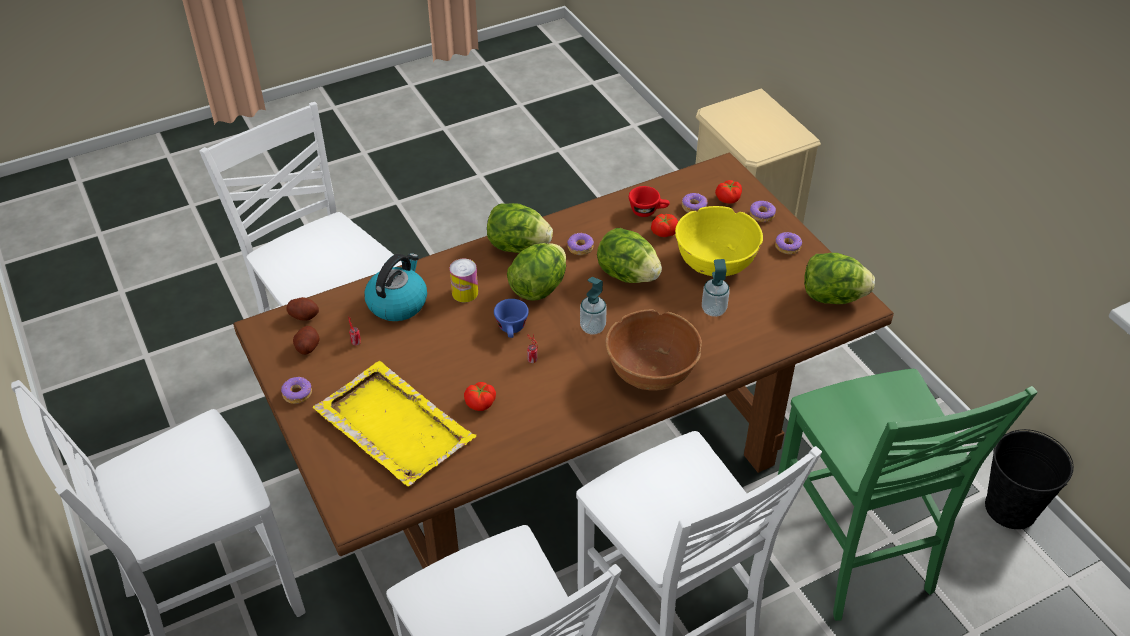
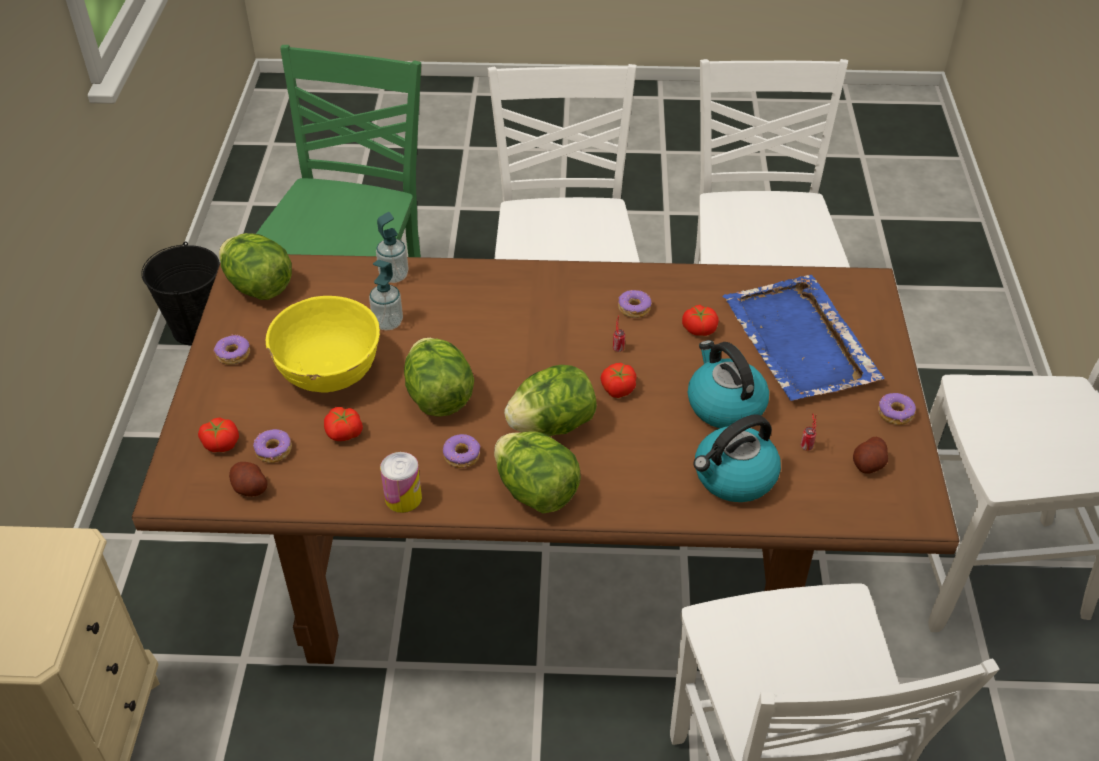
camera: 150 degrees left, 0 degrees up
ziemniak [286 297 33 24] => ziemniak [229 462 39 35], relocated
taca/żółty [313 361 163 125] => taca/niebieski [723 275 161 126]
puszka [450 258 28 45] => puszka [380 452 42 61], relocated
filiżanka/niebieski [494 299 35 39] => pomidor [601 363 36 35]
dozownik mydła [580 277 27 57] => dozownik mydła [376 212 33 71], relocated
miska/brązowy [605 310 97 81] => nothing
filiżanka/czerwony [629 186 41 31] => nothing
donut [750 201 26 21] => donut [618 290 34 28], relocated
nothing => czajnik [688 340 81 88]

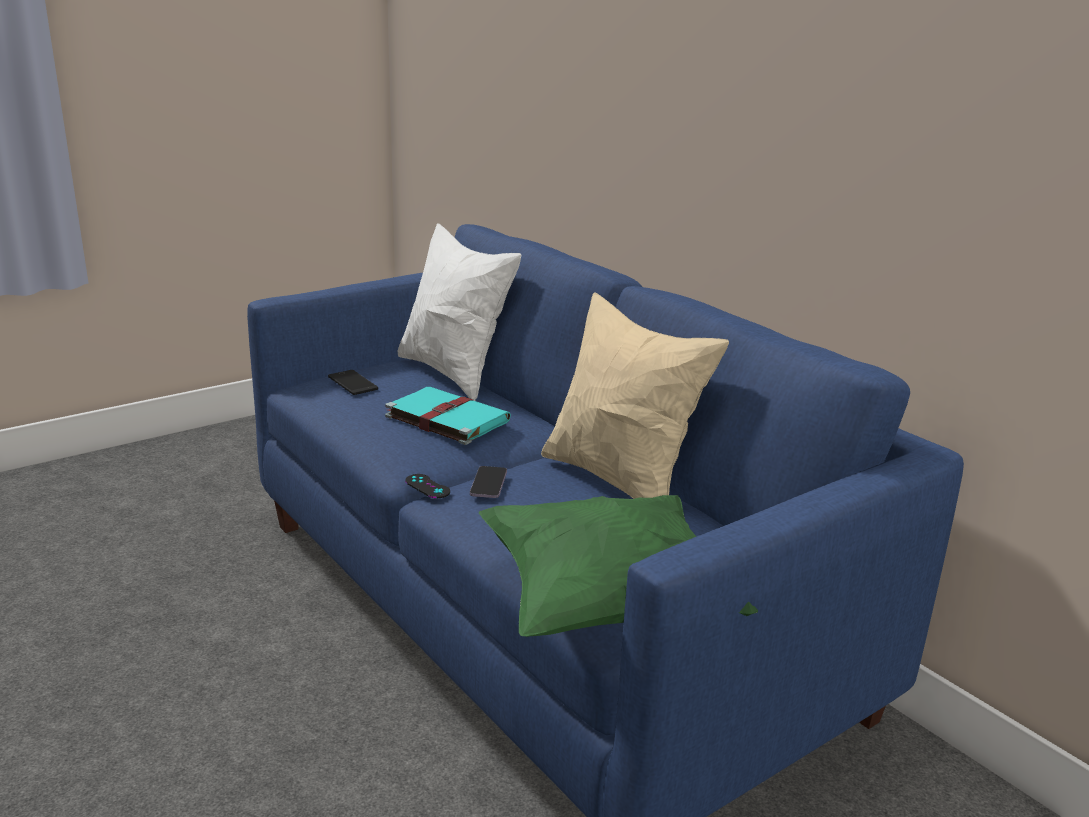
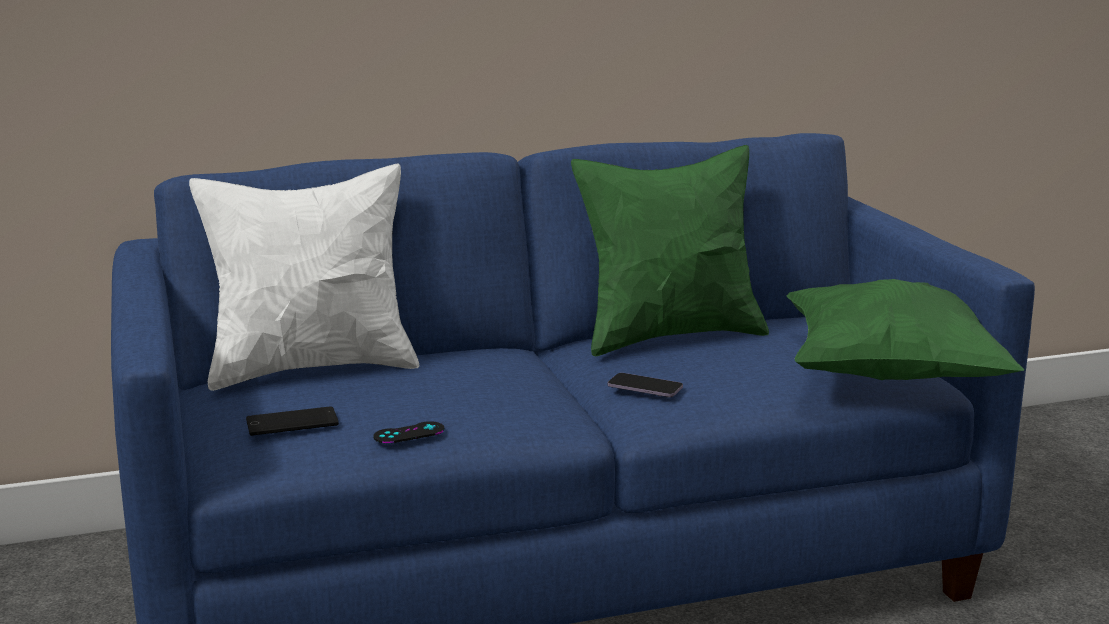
camera: 70 degrees left, 5 degrees down
książka/turkusowy [385 387 126 58] => nothing
pad do gier/czarny [405 474 45 24] => pad do gier/czarny [373 421 71 22], relocated
poduszka/beżowy [541 292 188 207] => poduszka/zielony [571 145 198 211]

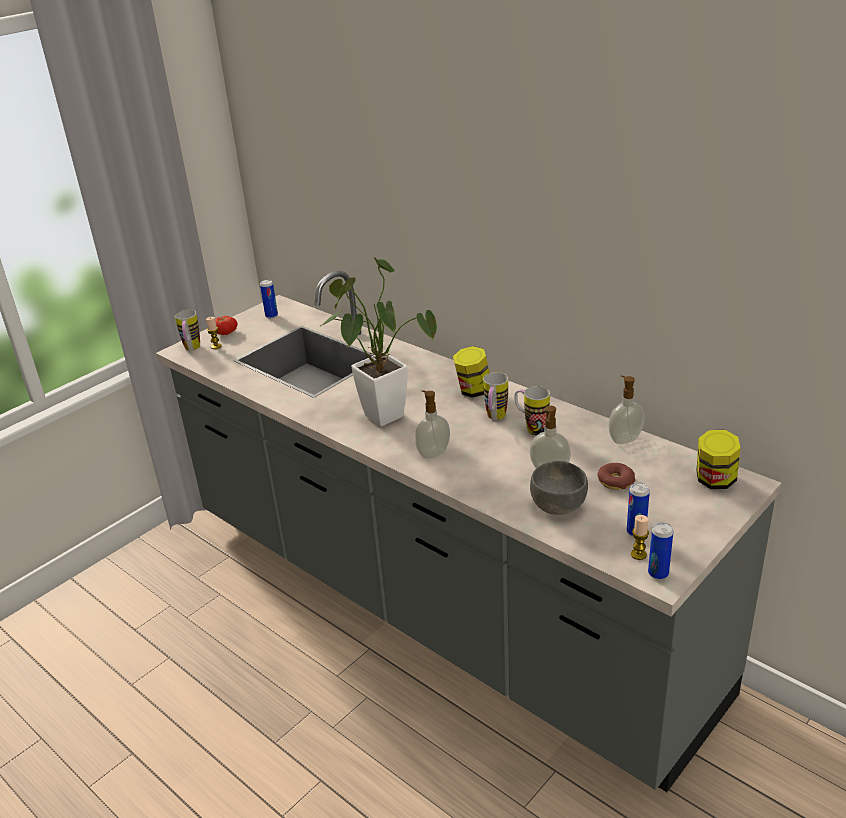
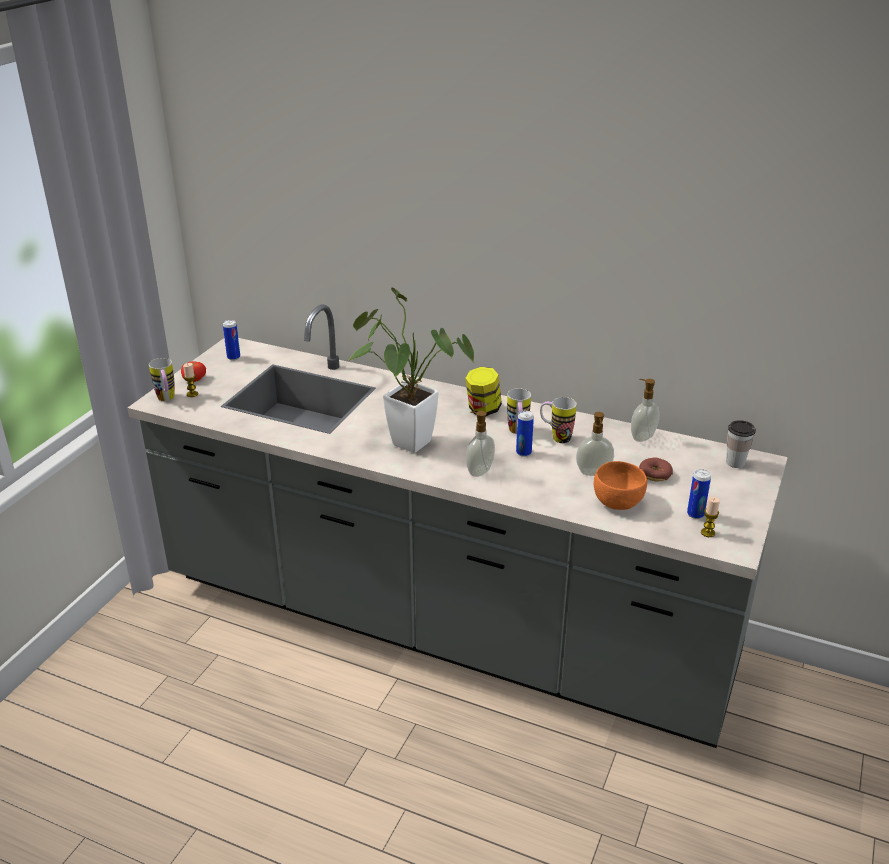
camera: 20 degrees left, 0 degrees up
miska/szary [530 461 58 54] => miska/pomarańczowy [594 461 53 49]
puszka [648 522 25 58] => puszka [516 410 18 47], relocated
słoik [697 430 43 59] => filiżanka [726 420 30 48]

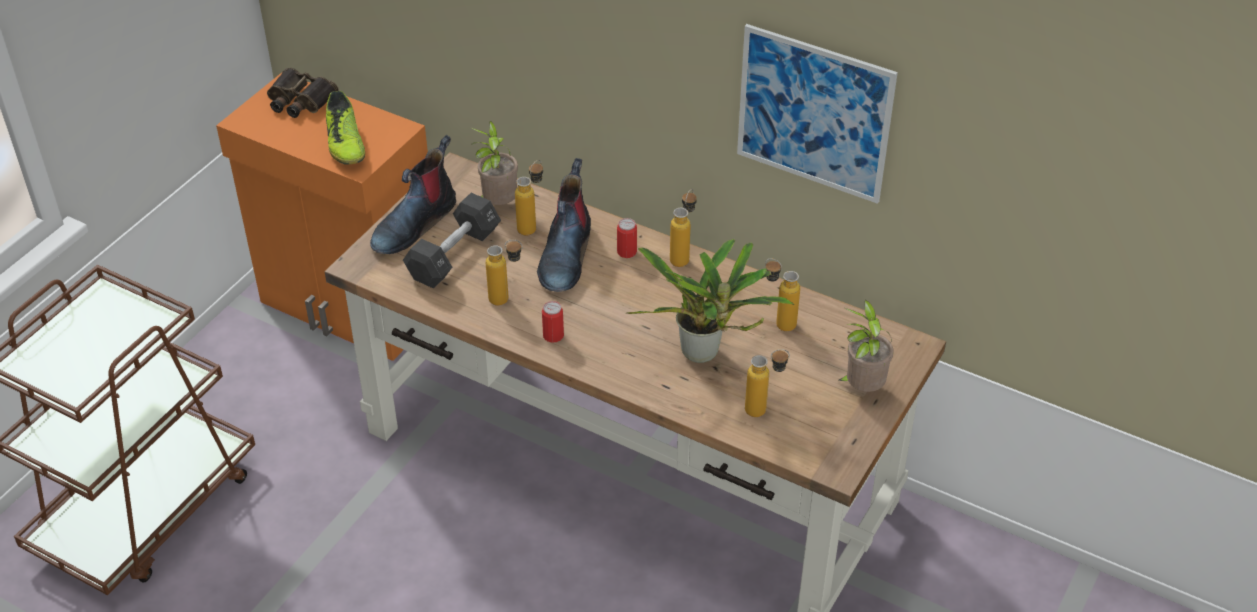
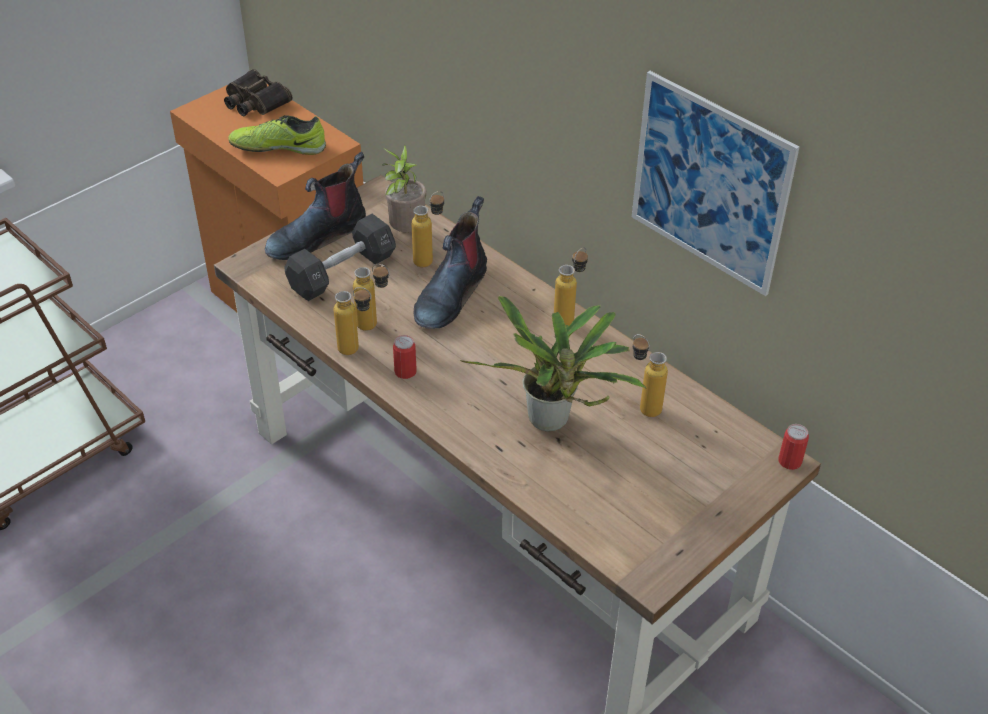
camera: 15 degrees right, 0 degrees up
but [326 91 39 74] => but [228 115 98 40], 90 degrees clockwise
puszka [617 218 20 40] => puszka [779 424 30 46], relocated
butelka [745 349 45 68] => butelka [334 287 37 68], relocated
roślina doniczkowa [839 300 54 92] => nothing

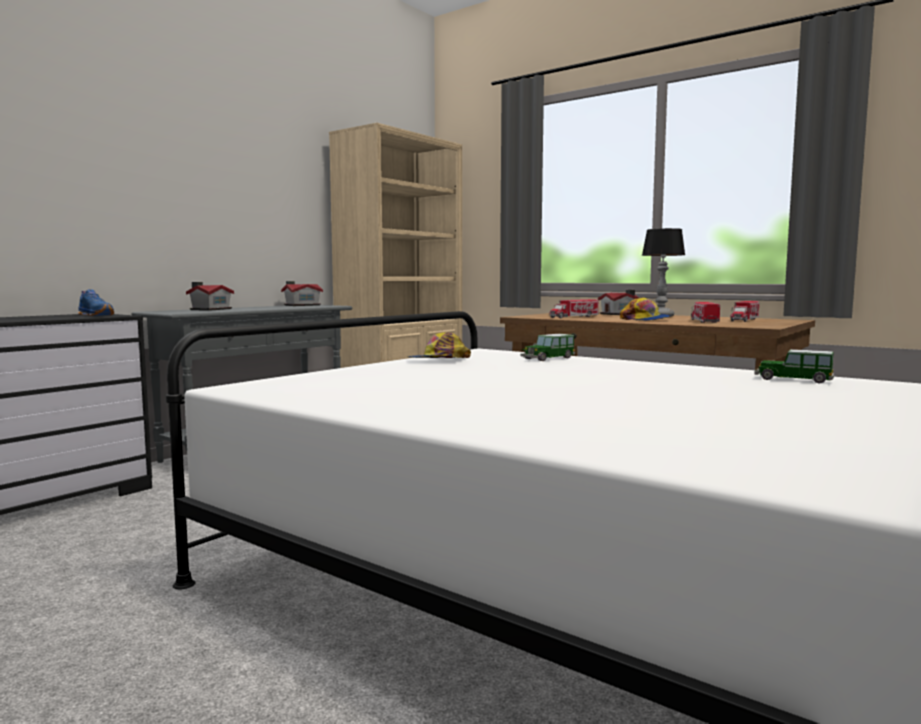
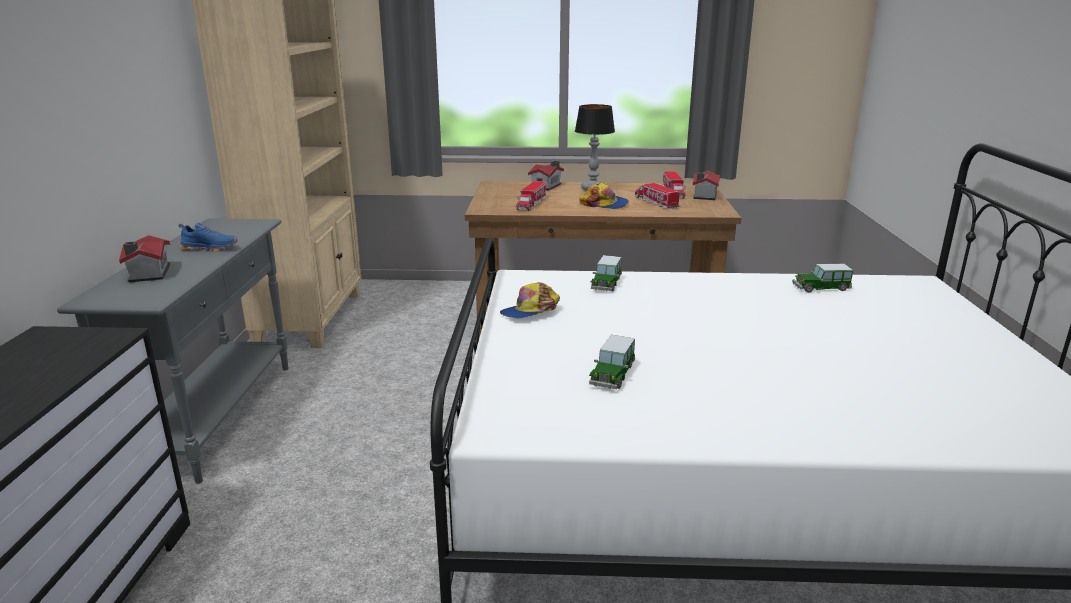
camera: 35 degrees left, 15 degrees up
but/niebieski [78 289 36 27] => but/niebieski [178 223 60 28], relocated
domek [281 281 42 25] => domek [693 171 27 29], relocated
nothing => samochodzik [589 335 46 54]

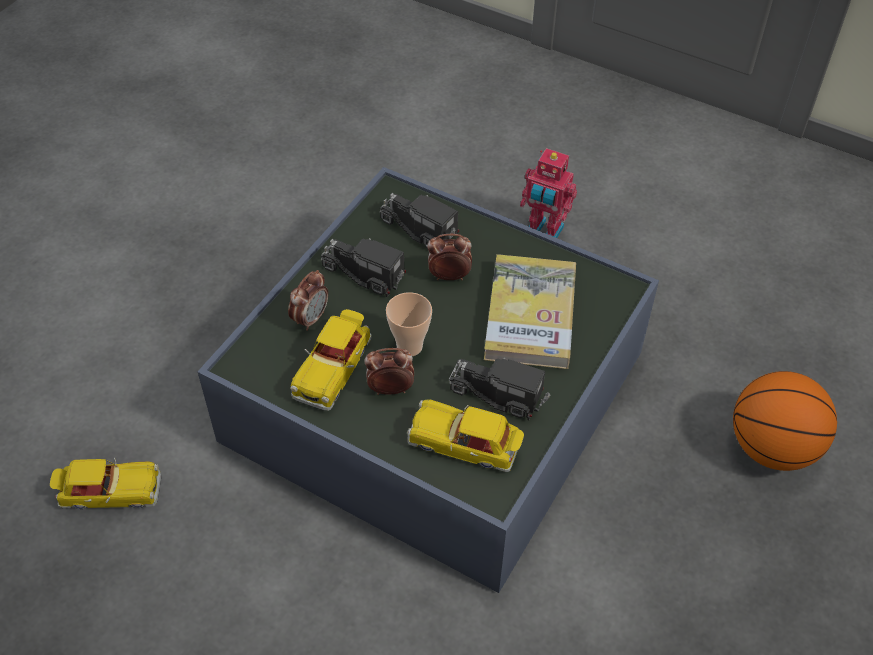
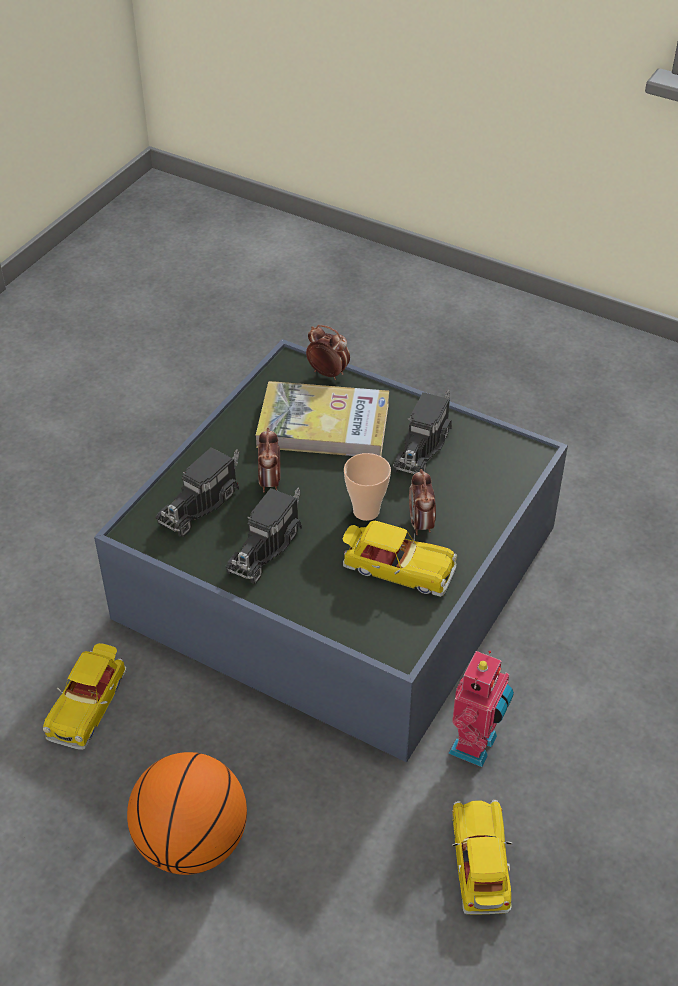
camera: 90 degrees left, 5 degrees down
budzik [288 270 40 61] => budzik [306 325 44 55], relocated
samochodzik [407 399 117 73] => samochodzik [43 643 84 107], relocated
robot zabawkowy [520 148 57 90] => robot zabawkowy [448 651 66 116], relocated
piłka do koszykówki [733 371 104 100] => piłka do koszykówki [127 752 120 123], relocated

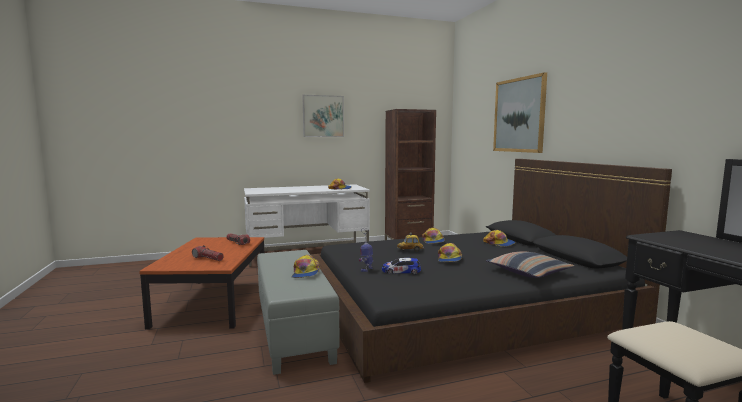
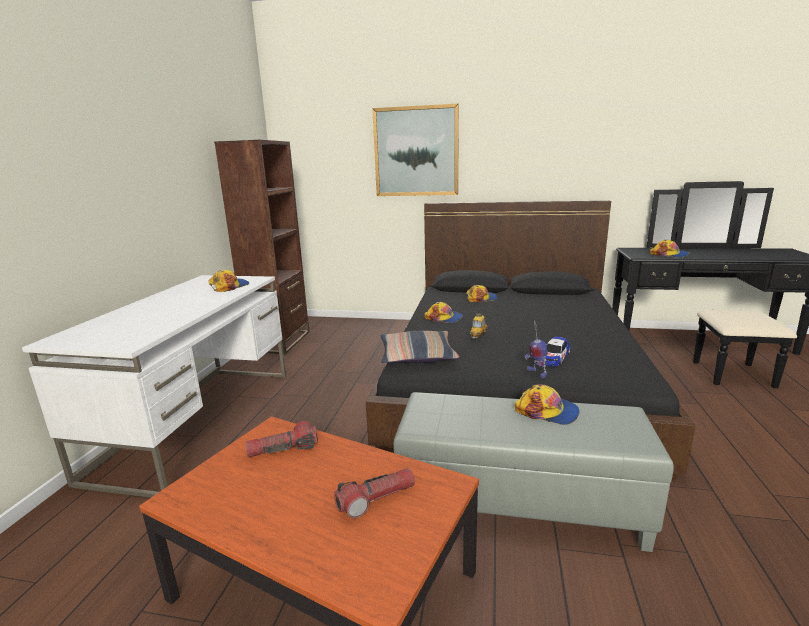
camera: 60 degrees left, 10 degrees up
obraz [302 95 42 42] => nothing
czapka z daszkiem [438 243 24 19] => czapka z daszkiem [650 240 40 18], relocated
poduszka [486 251 89 27] => poduszka [380 331 80 32], relocated

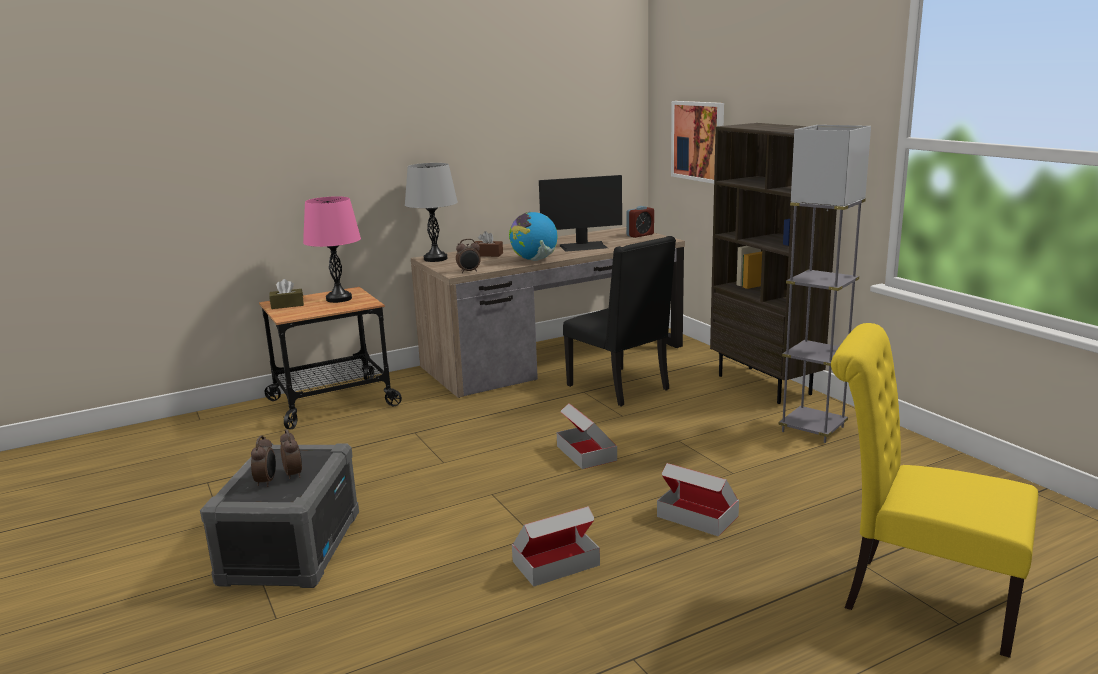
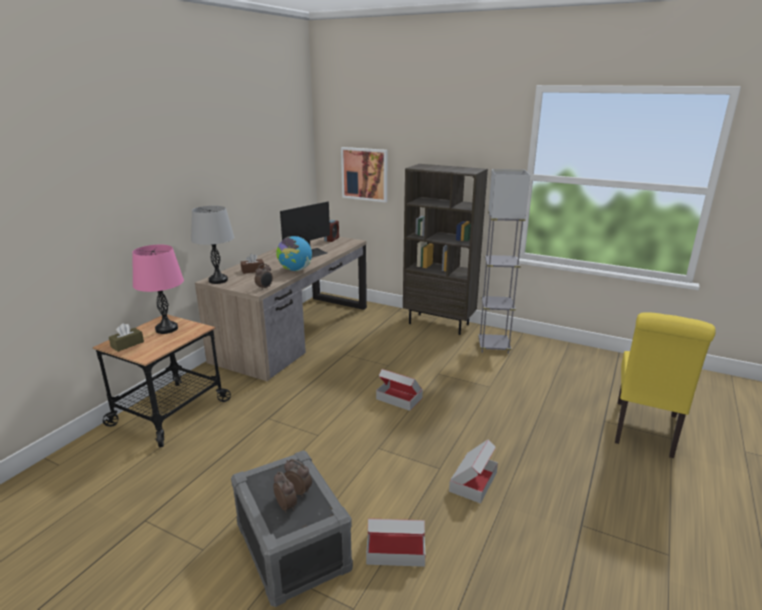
camera: 35 degrees left, 5 degrees up
krzesło/czarny [563 236 113 170] => nothing
karton [657 463 82 73] => karton [366 518 60 49], relocated
krzesło/żółty [831 323 207 335] => krzesło/żółty [615 312 101 146], 60 degrees counterclockwise

